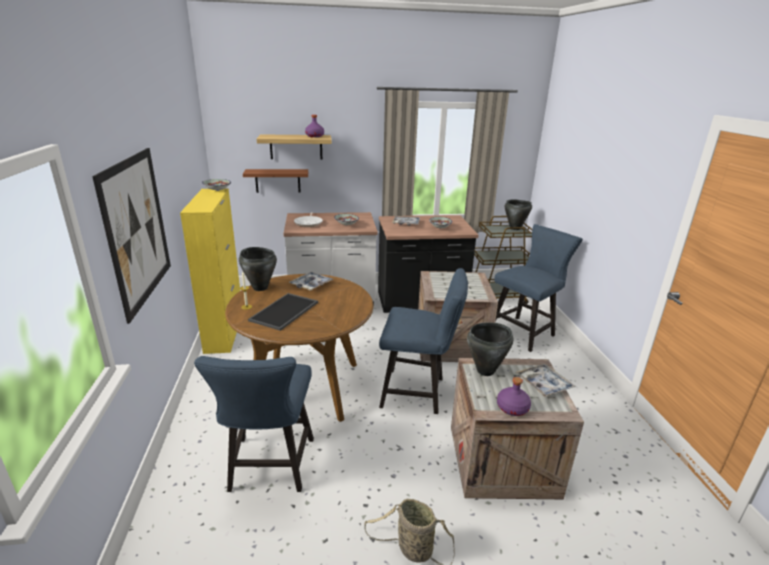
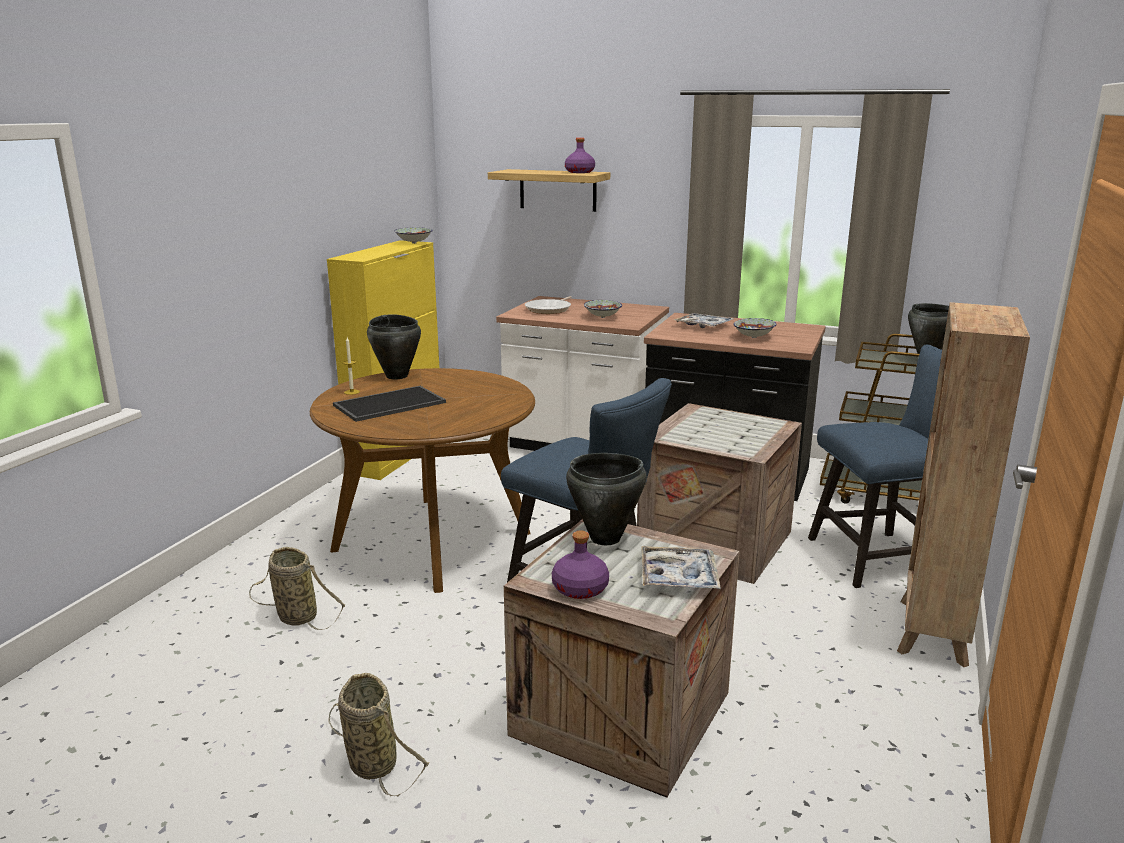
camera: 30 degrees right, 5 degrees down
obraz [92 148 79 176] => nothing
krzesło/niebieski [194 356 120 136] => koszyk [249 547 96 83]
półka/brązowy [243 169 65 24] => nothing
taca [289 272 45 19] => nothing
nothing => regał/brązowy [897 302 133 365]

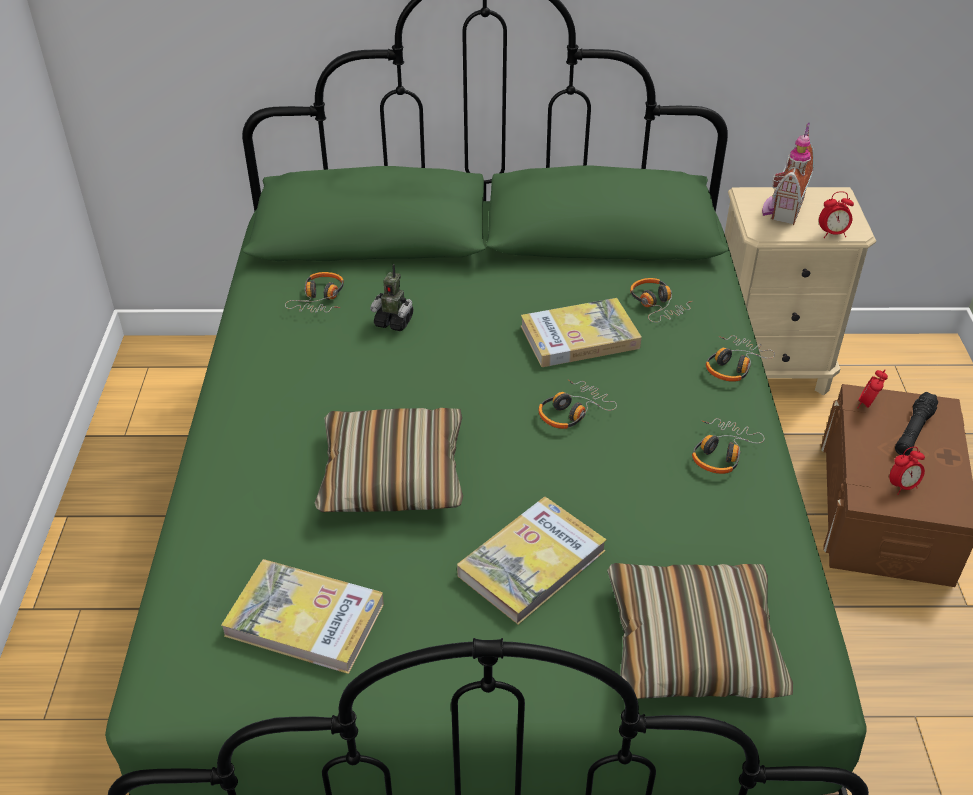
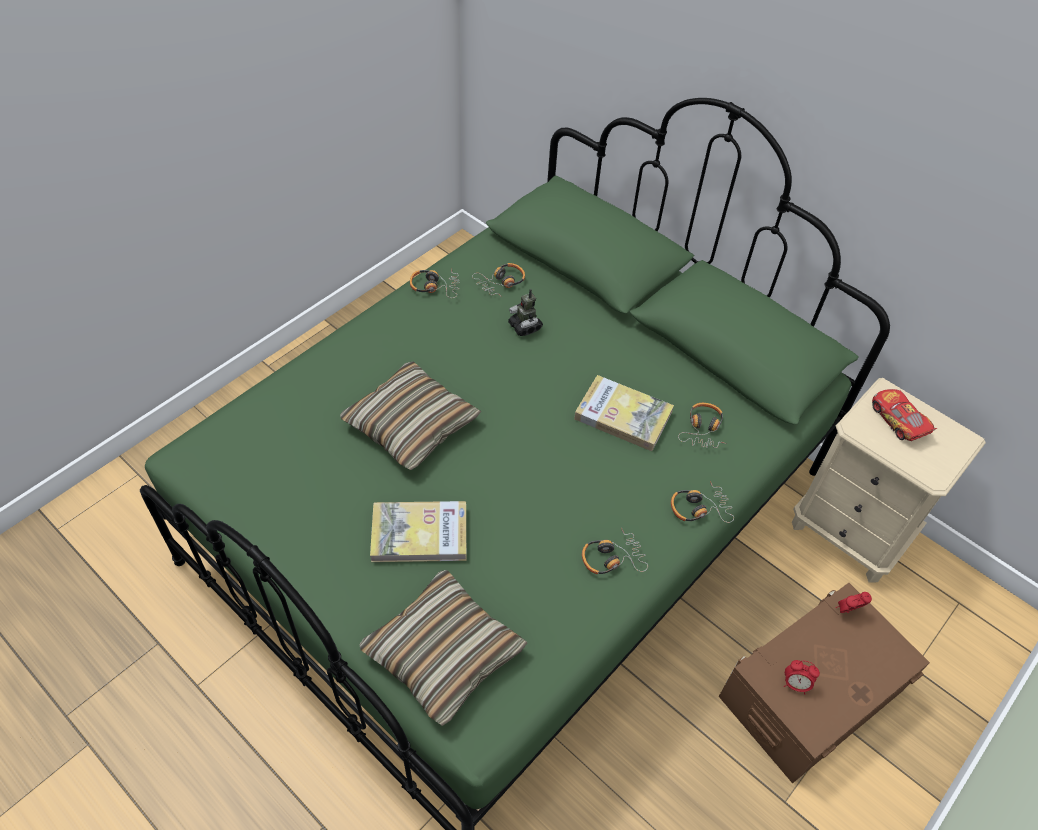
camera: 40 degrees right, 10 degrees up
książka [221 559 163 115] => nothing
słuchawki [538 380 79 49] => słuchawki [410 269 50 29], relocated
domek [762 123 52 102] => samochodzik [872 389 65 52]
budzik [819 191 35 47] => nothing
latarka/czarny [895 392 43 64] => nothing

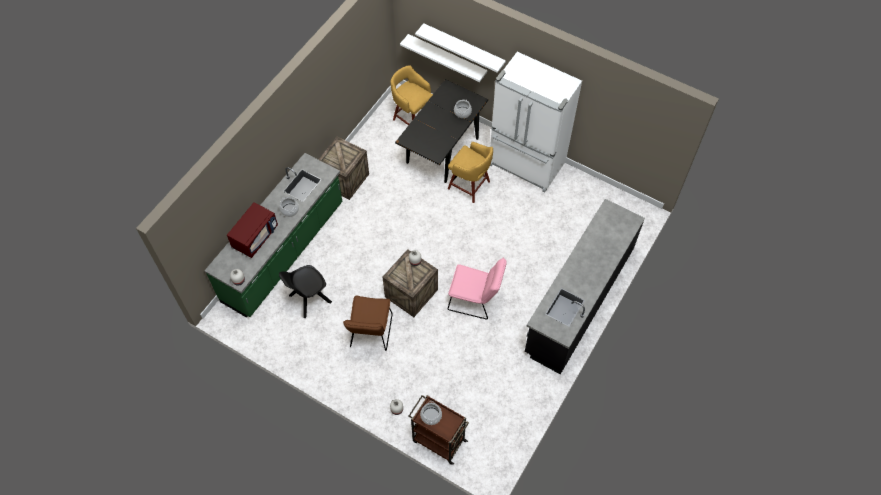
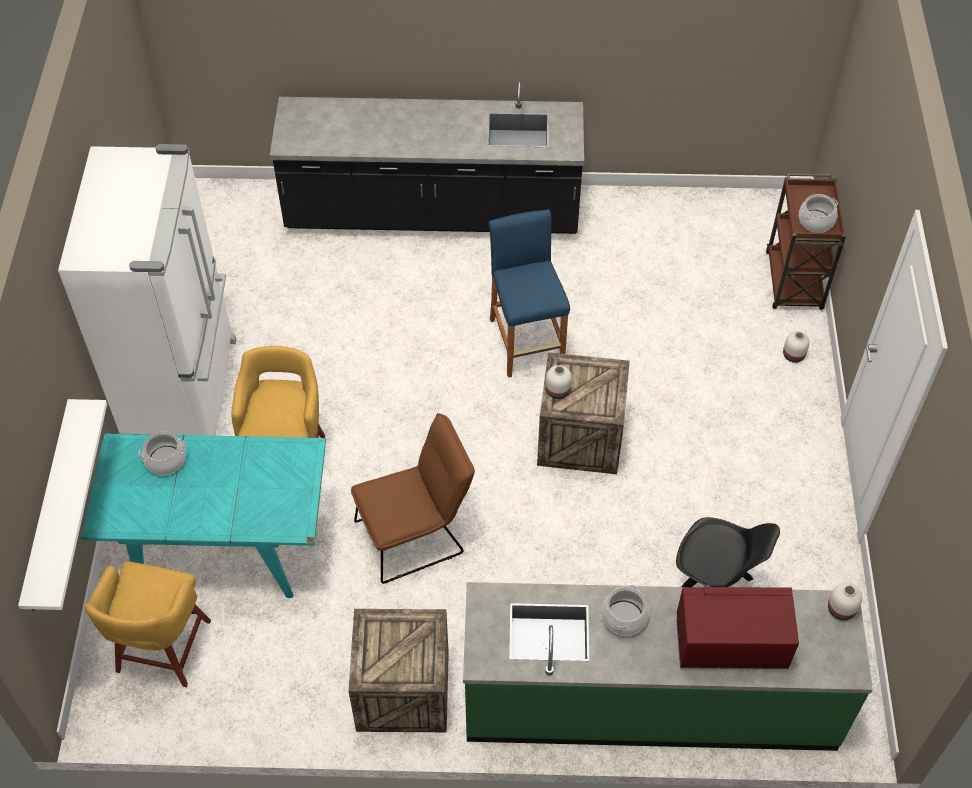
camera: 120 degrees left, 5 degrees down
krzesło/brązowy [343 296 50 55] => krzesło/brązowy [351 413 124 171], relocated
stół jadalny/czarny [395 79 93 104] => stół jadalny/turkusowy [81 433 245 165]
półka/biały [415 23 91 50] => nothing
krzesło/różowy [448 258 59 61] => stołek/niebieski [489 210 81 168]

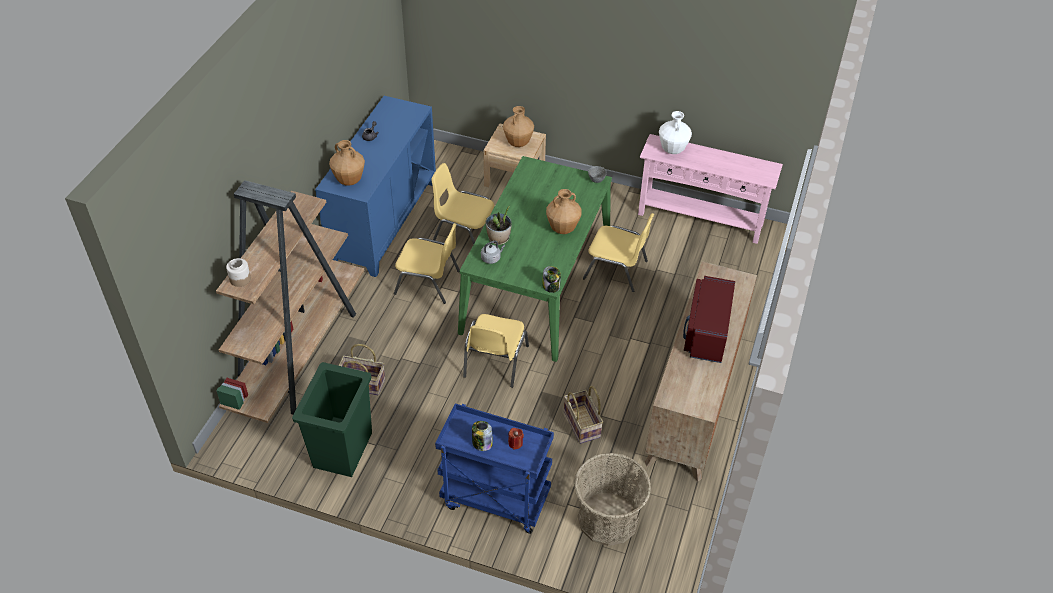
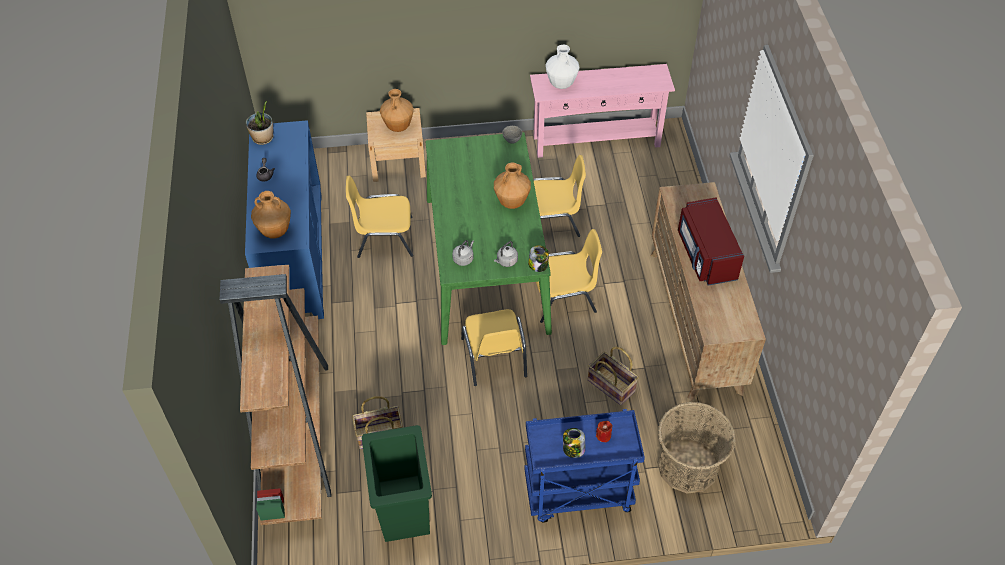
camera: 25 degrees left, 5 degrees up
słoik [226 258 25 29] => nothing
krzesło/żółty [394 223 66 81] => krzesło/żółty [536 229 66 94], relocated
roślina doniczkowa [486 206 25 39] => roślina doniczkowa [246 101 27 44], relocated
nothing => czajnik/szary [494 241 24 26]

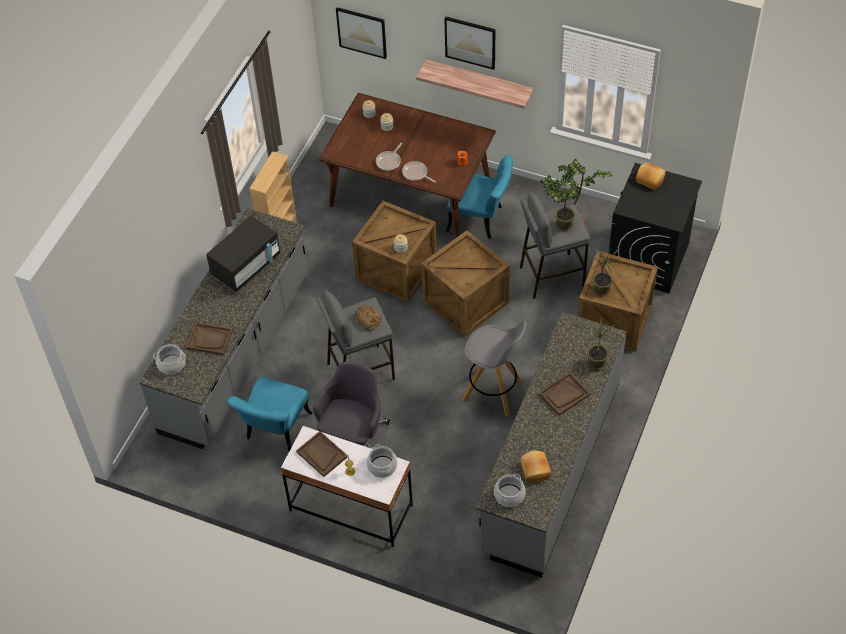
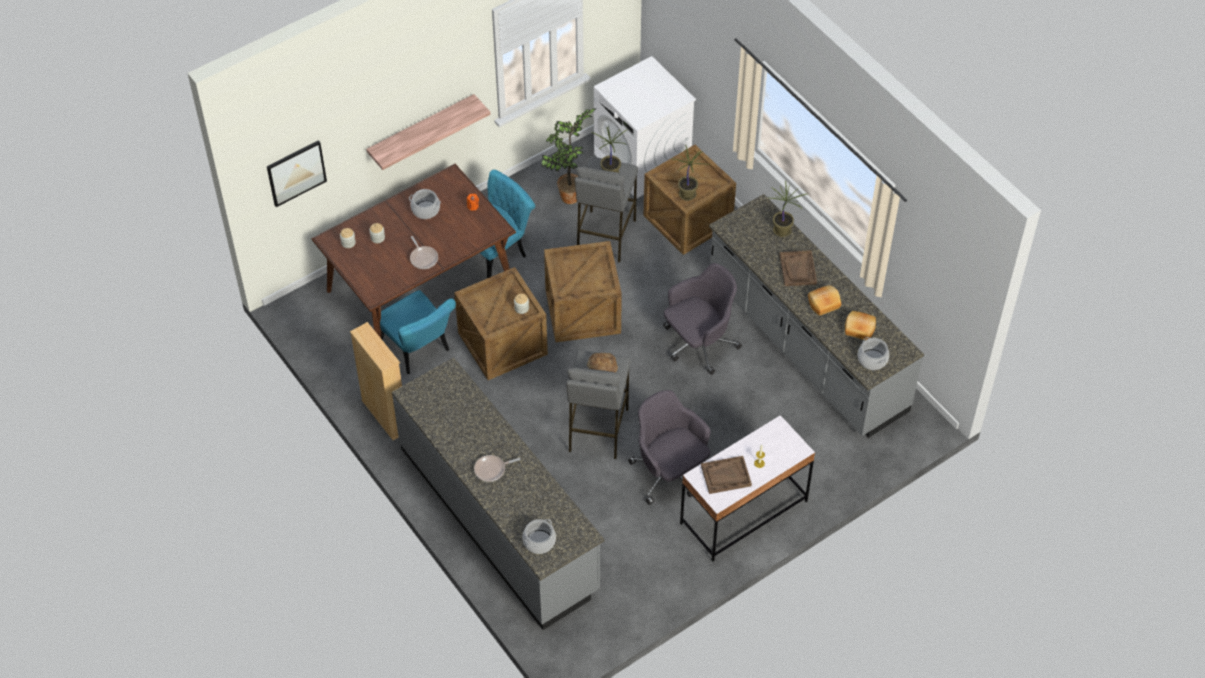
camera: 60 degrees left, 0 degrees up
taca/brązowy [186 323 47 32] => nothing
mikrofalówka/czarny [206 216 74 76] => nothing
krzesło/turkusowy [227 377 85 74] => krzesło/turkusowy [380 290 76 84], relocated
garnek [367 445 30 33] => garnek [409 189 32 30], relocated
patelnia [402 161 34 22] => patelnia [474 455 47 27], relocated
obraz [444 16 51 54] => nothing
stołek/szary [461 321 66 96] => krzesło biurowe/szary [663 263 79 112]
pralka/czarny [609 163 93 130] => pralka/biały [594 56 102 143]
chleb [636 162 30 28] => chleb [808 285 33 31], relocated

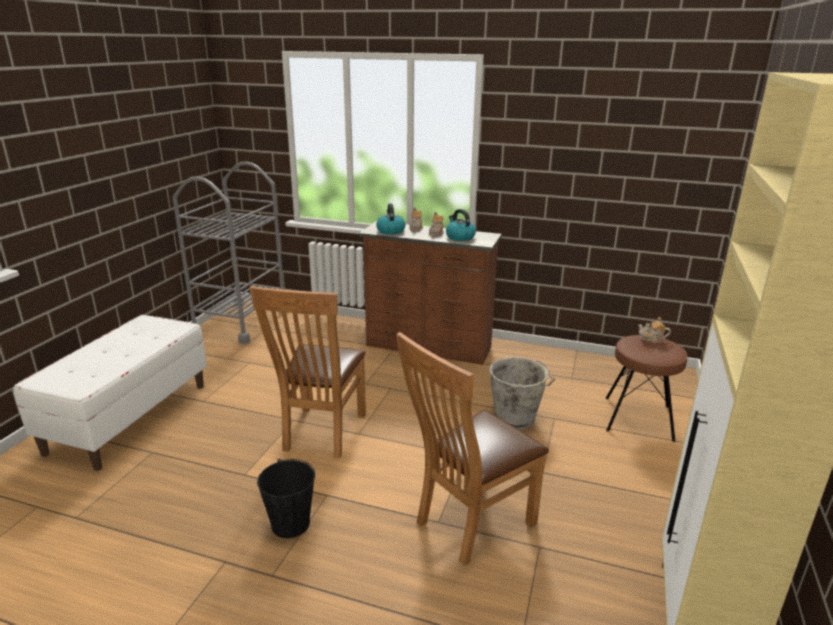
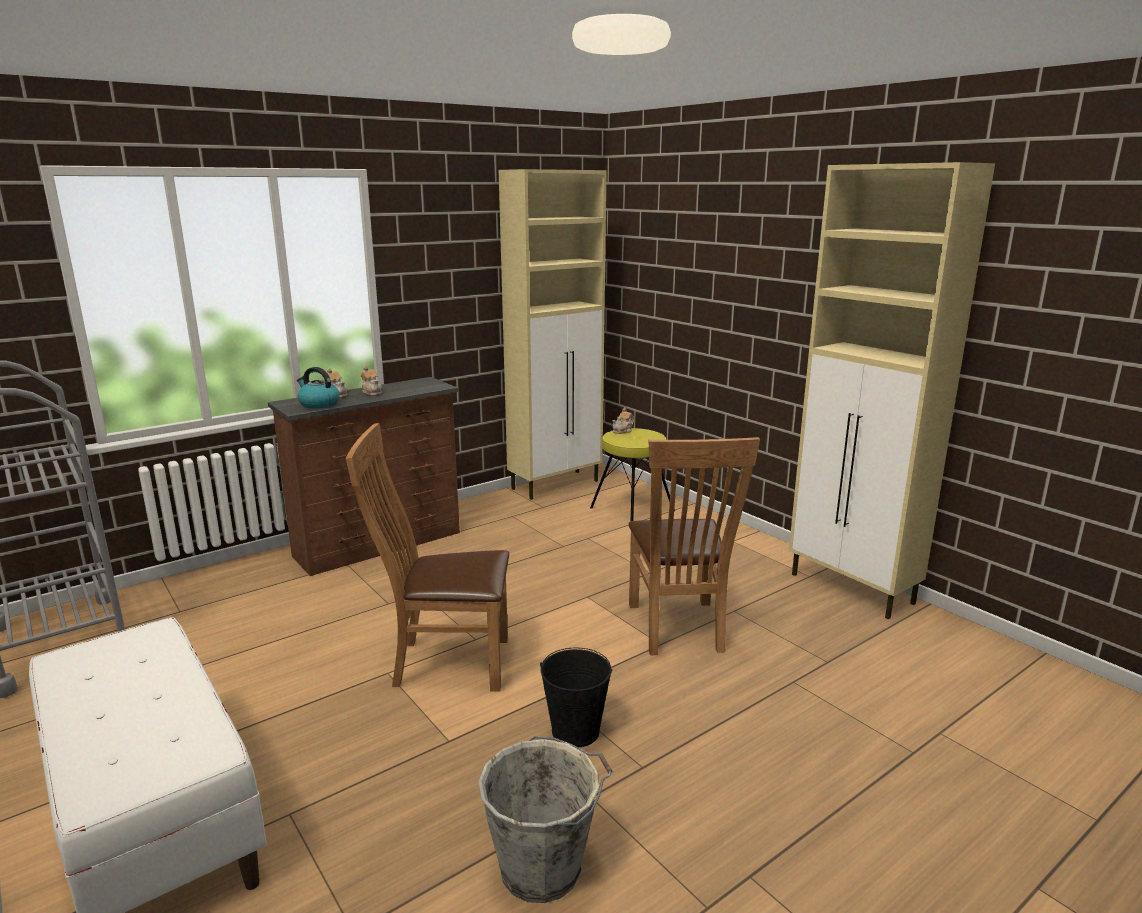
camera: 55 degrees left, 5 degrees down
krzesło/brązowy [249 286 117 172] => krzesło/brązowy [346 423 163 269], 135 degrees clockwise
czajnik [446 209 30 32] => nothing
wiadro/szary [489 357 66 73] => wiadro/szary [478 736 134 167], relocated
stołek/brązowy [605 335 83 107] => stołek/żółty [590 428 85 94]
nothing => szafka/beżowy [499 169 108 331]

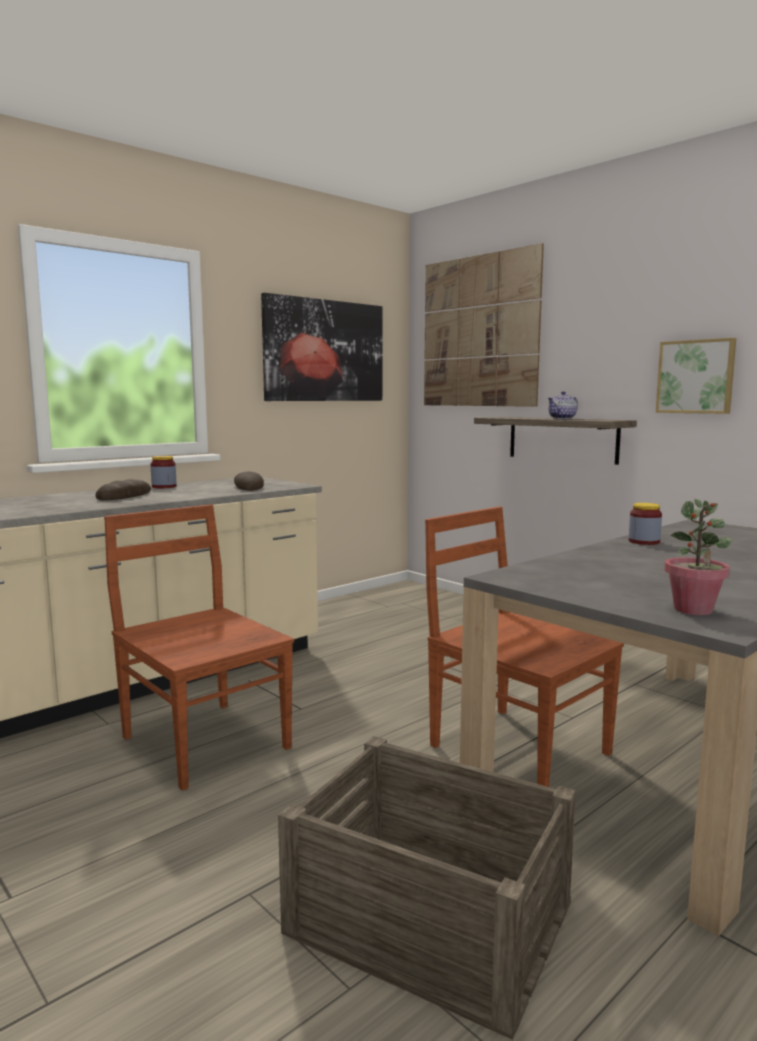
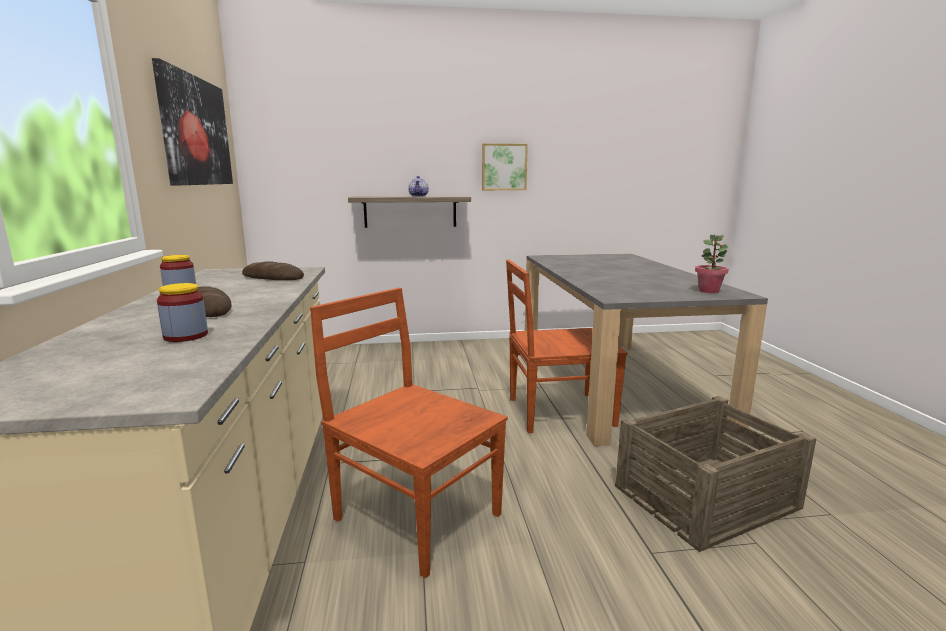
camera: 55 degrees left, 5 degrees up
krzesło/brązowy [104 504 190 287] => krzesło/brązowy [310 288 198 290], 45 degrees clockwise
obraz [424 243 120 164] => nothing
słoik [629 503 33 42] => słoik [157 283 51 59], relocated

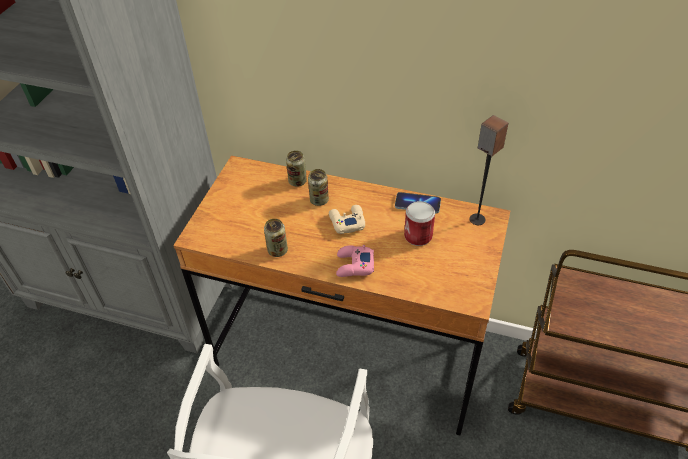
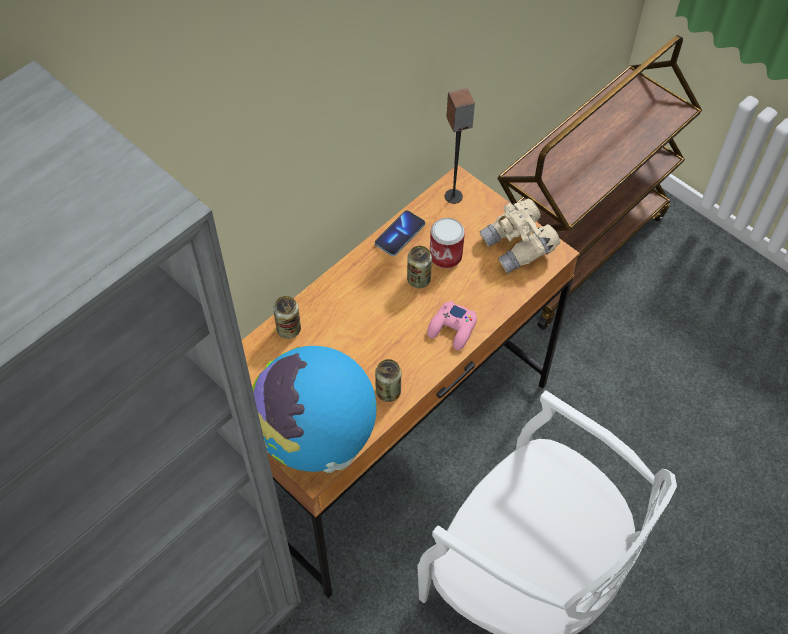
camera: 65 degrees left, 10 degrees up
puszka [308 169 21 37] => puszka [407 246 25 42], relocated
pad do gier/beżowy [329 205 36 29] => nothing
nothing => globus [252 346 125 127]
nothing => lornetka/beżowy [480 198 80 75]

